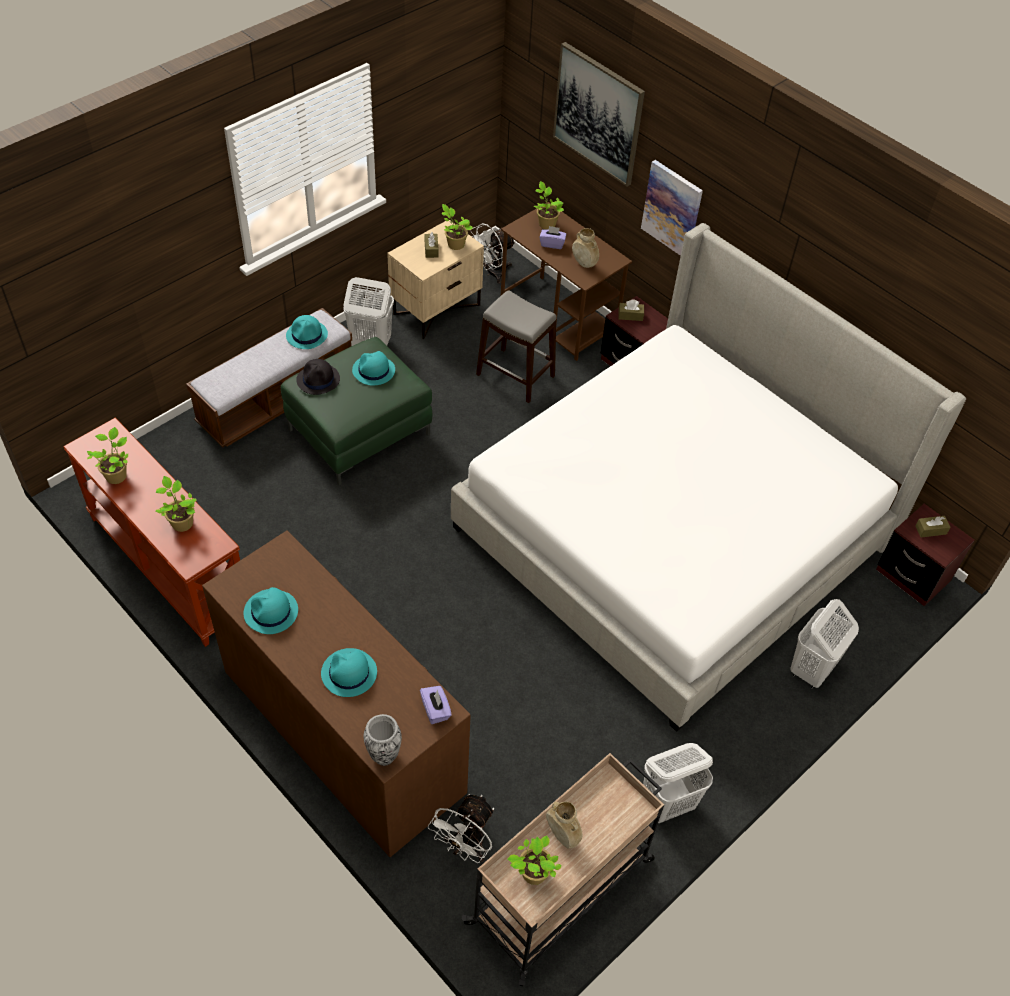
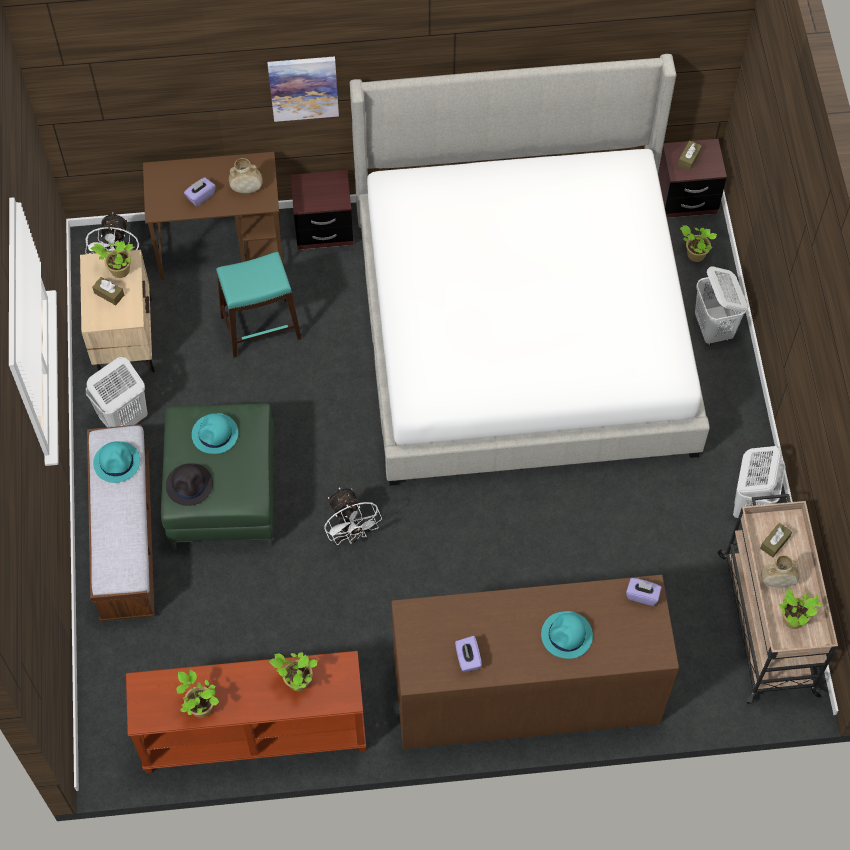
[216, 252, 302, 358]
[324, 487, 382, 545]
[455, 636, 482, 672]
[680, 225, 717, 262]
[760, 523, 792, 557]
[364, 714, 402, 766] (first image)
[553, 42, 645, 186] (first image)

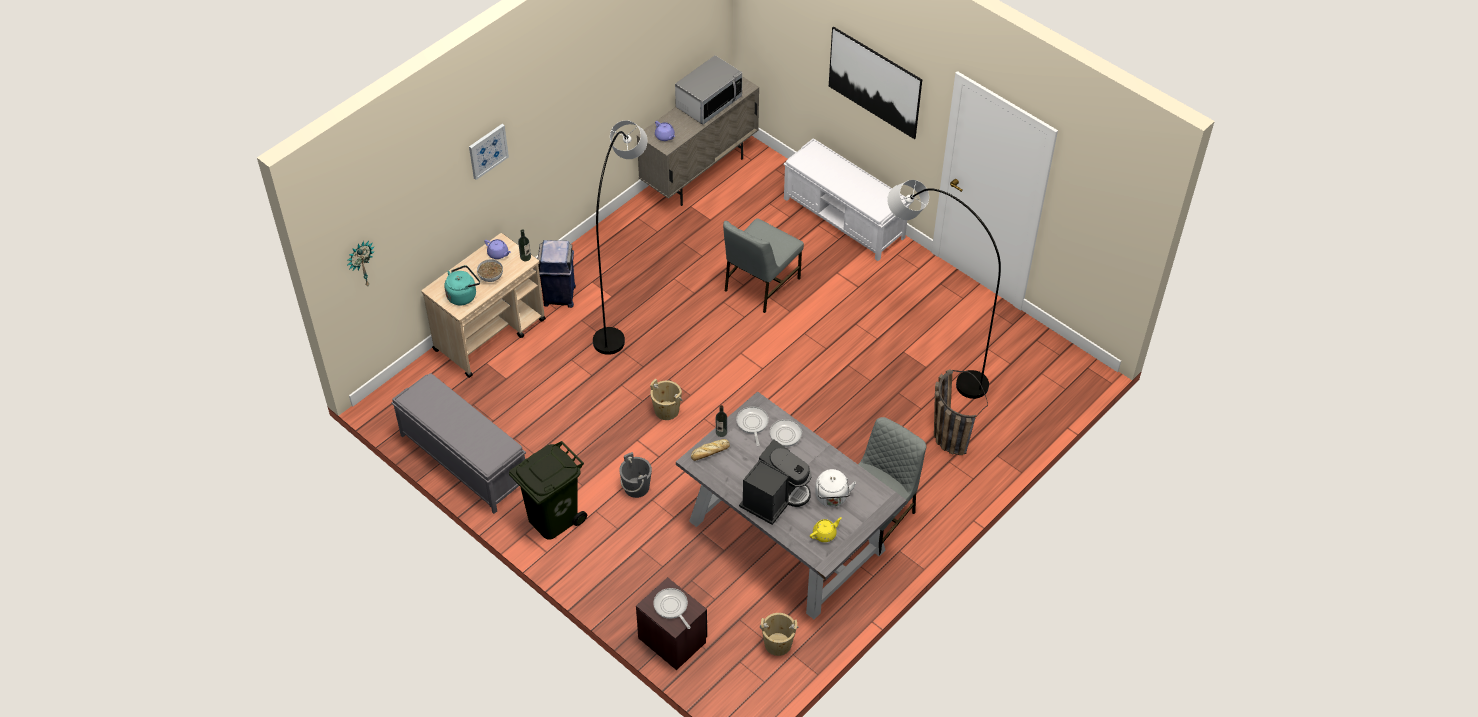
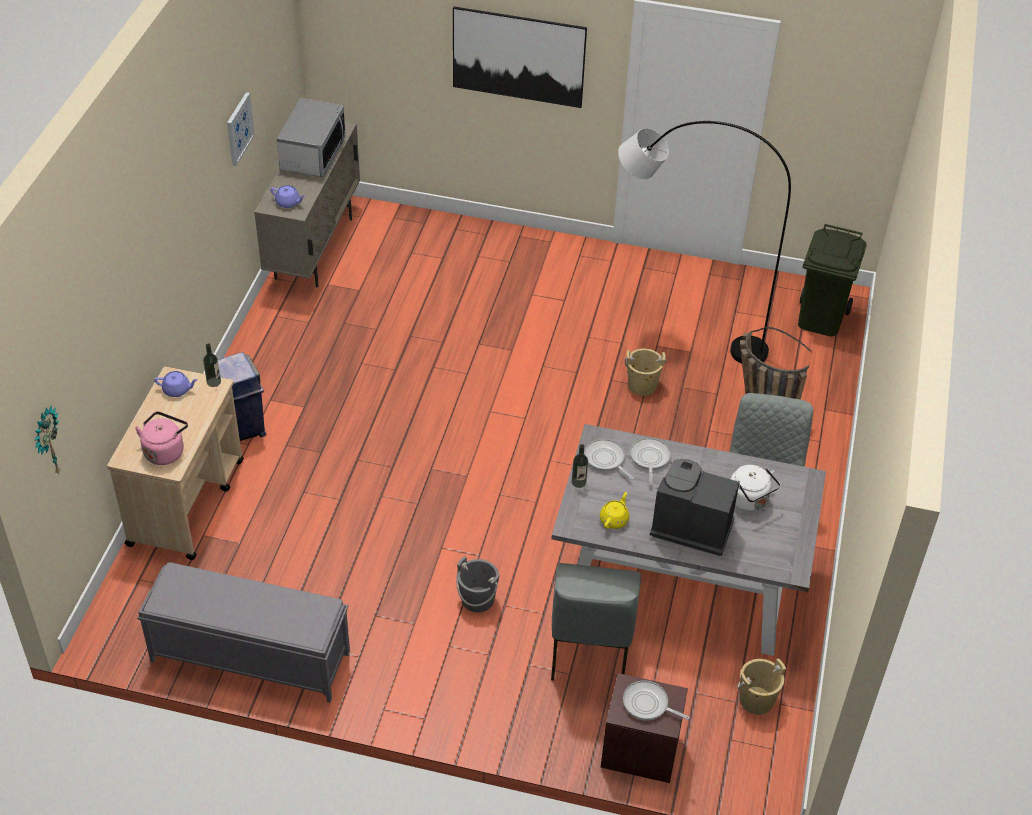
[135, 411, 188, 465]
[227, 92, 255, 166]
[551, 563, 641, 681]
[600, 492, 629, 529]
[625, 348, 666, 396]
[650, 459, 740, 556]
[798, 224, 867, 336]
[477, 259, 503, 282] (first image)
[593, 120, 647, 355] (first image)
[691, 439, 730, 461] (first image)
[784, 138, 911, 261] (first image)

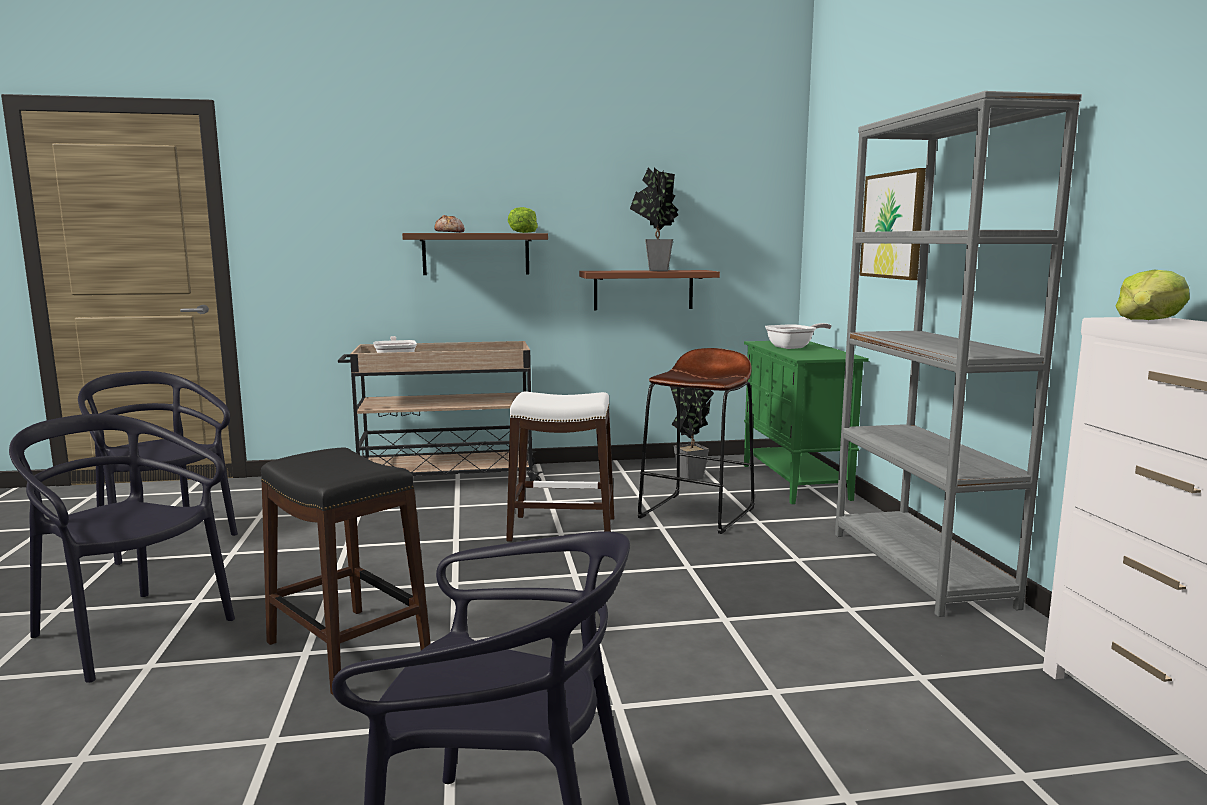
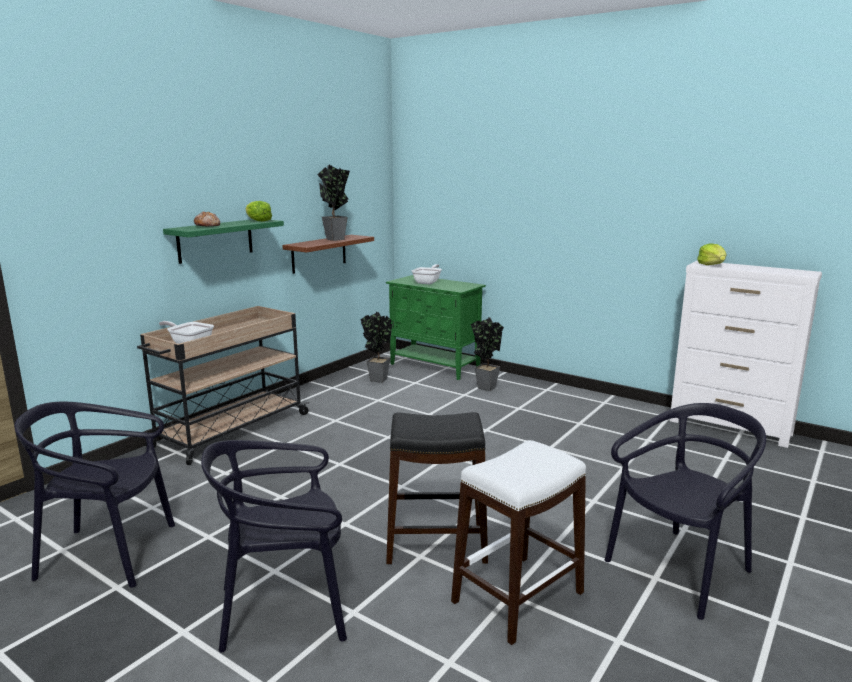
[163, 219, 284, 264]
[451, 440, 586, 645]
[471, 318, 504, 391]
[638, 348, 754, 534] (first image)
[835, 91, 1082, 617] (first image)
[859, 168, 926, 280] (first image)

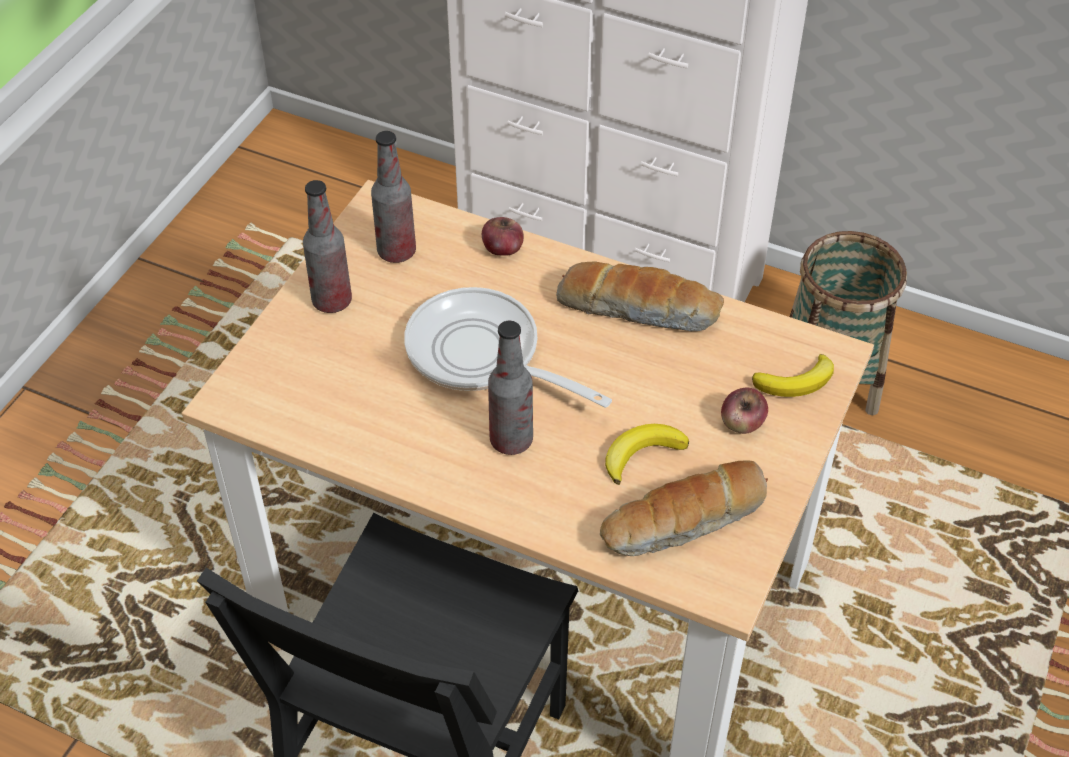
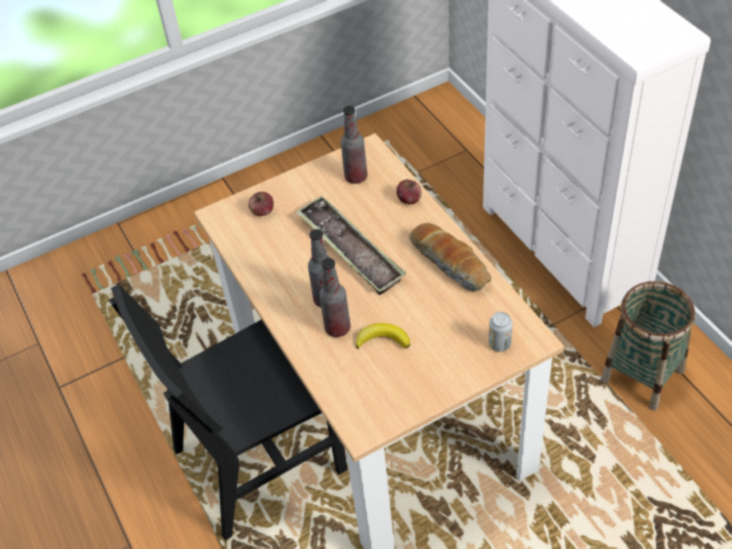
[248, 192, 274, 216]
[296, 195, 406, 295]
[319, 258, 351, 337]
[489, 312, 512, 352]
[600, 460, 768, 556] (first image)

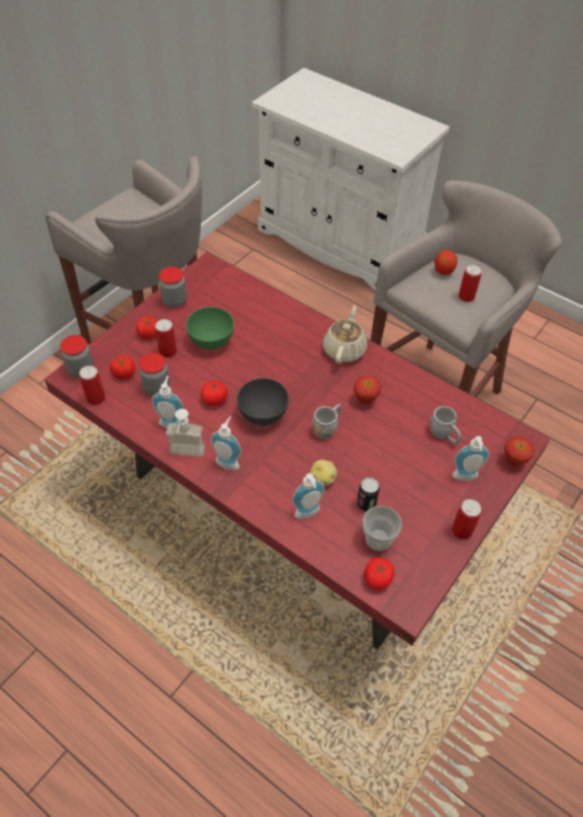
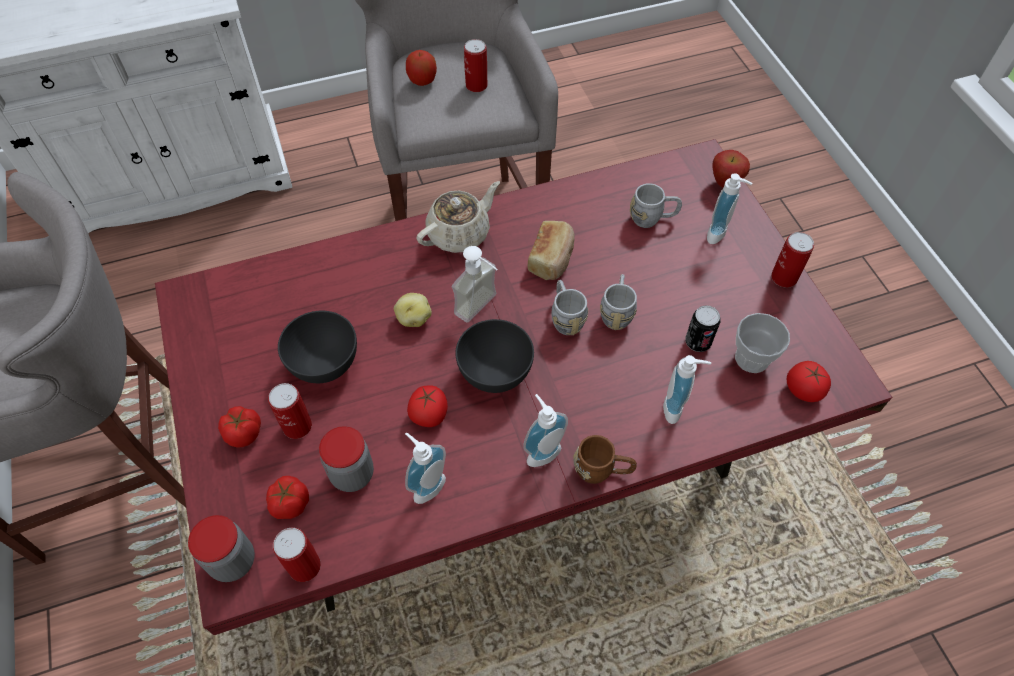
[278, 311, 357, 383]
[394, 293, 432, 327]
[416, 181, 500, 253]
[452, 246, 498, 323]
[528, 221, 575, 280]
[573, 435, 637, 484]
[600, 274, 637, 330]
[159, 267, 187, 308] (first image)

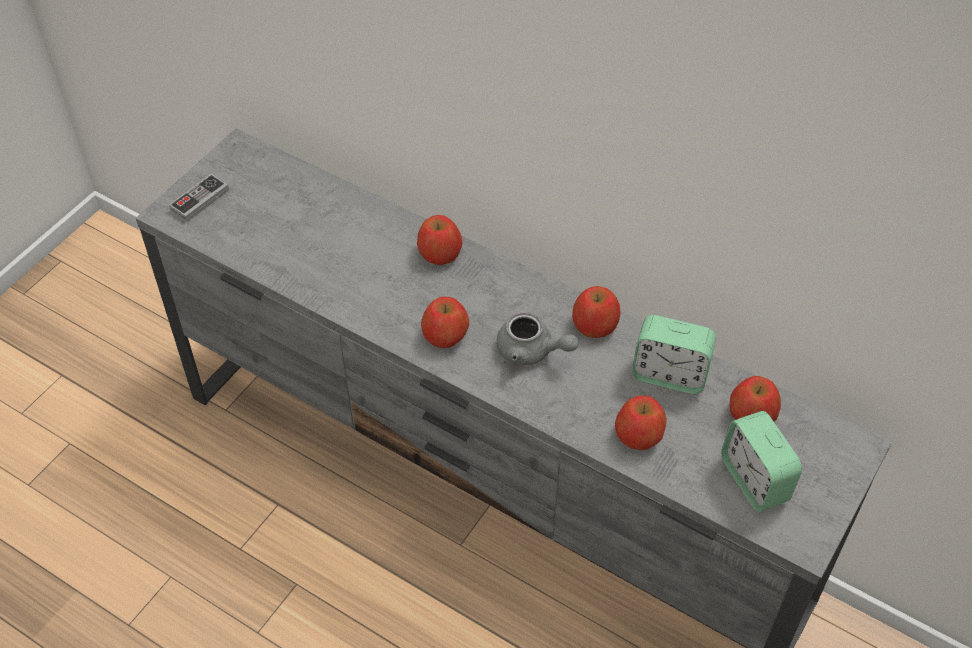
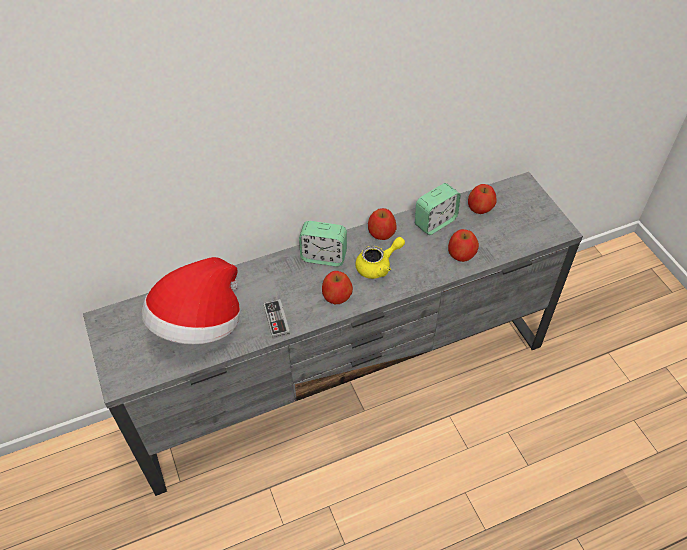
[142, 257, 240, 344]
[263, 299, 290, 339]
[299, 221, 347, 267]
[355, 237, 405, 279]
[417, 215, 462, 265] (first image)

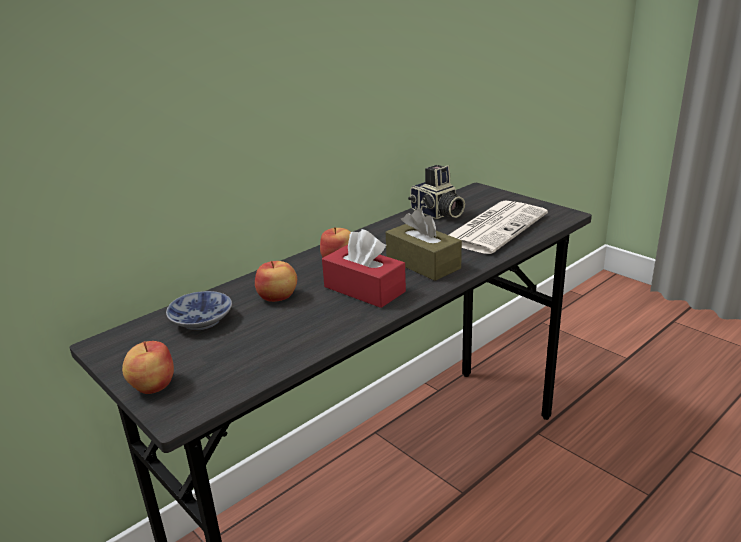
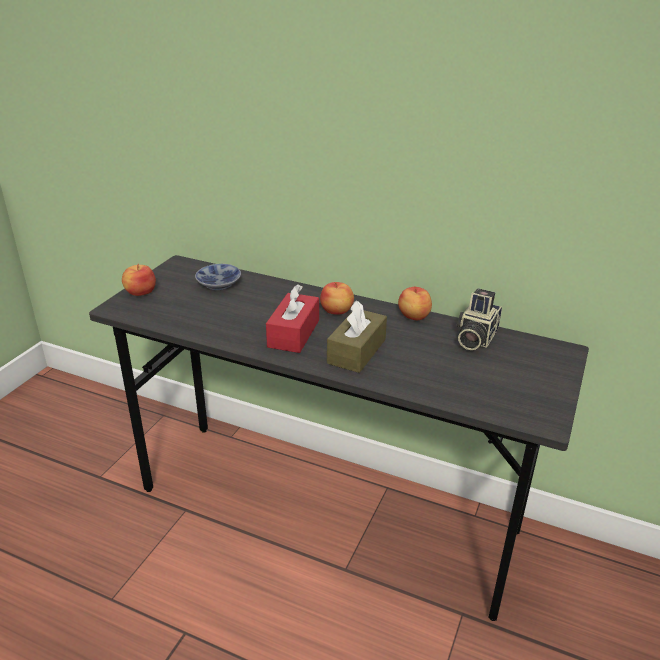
[398, 286, 432, 320]
[449, 200, 548, 254] (first image)

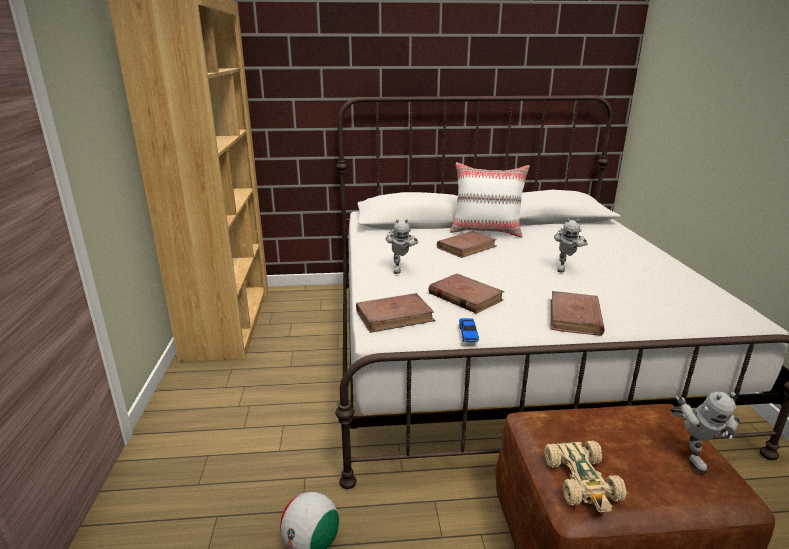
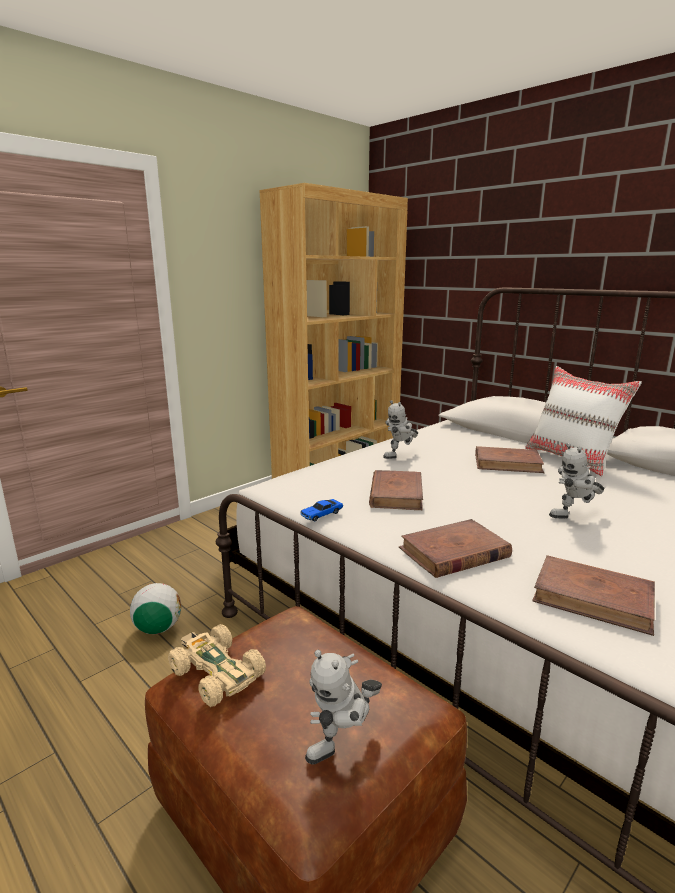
[168, 624, 266, 707]
[532, 555, 655, 636]

